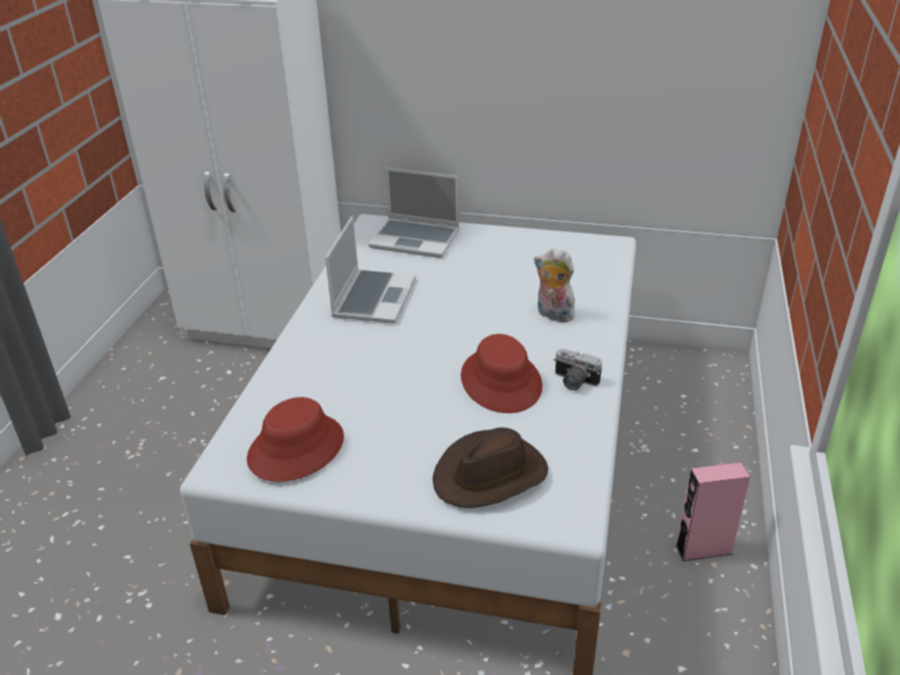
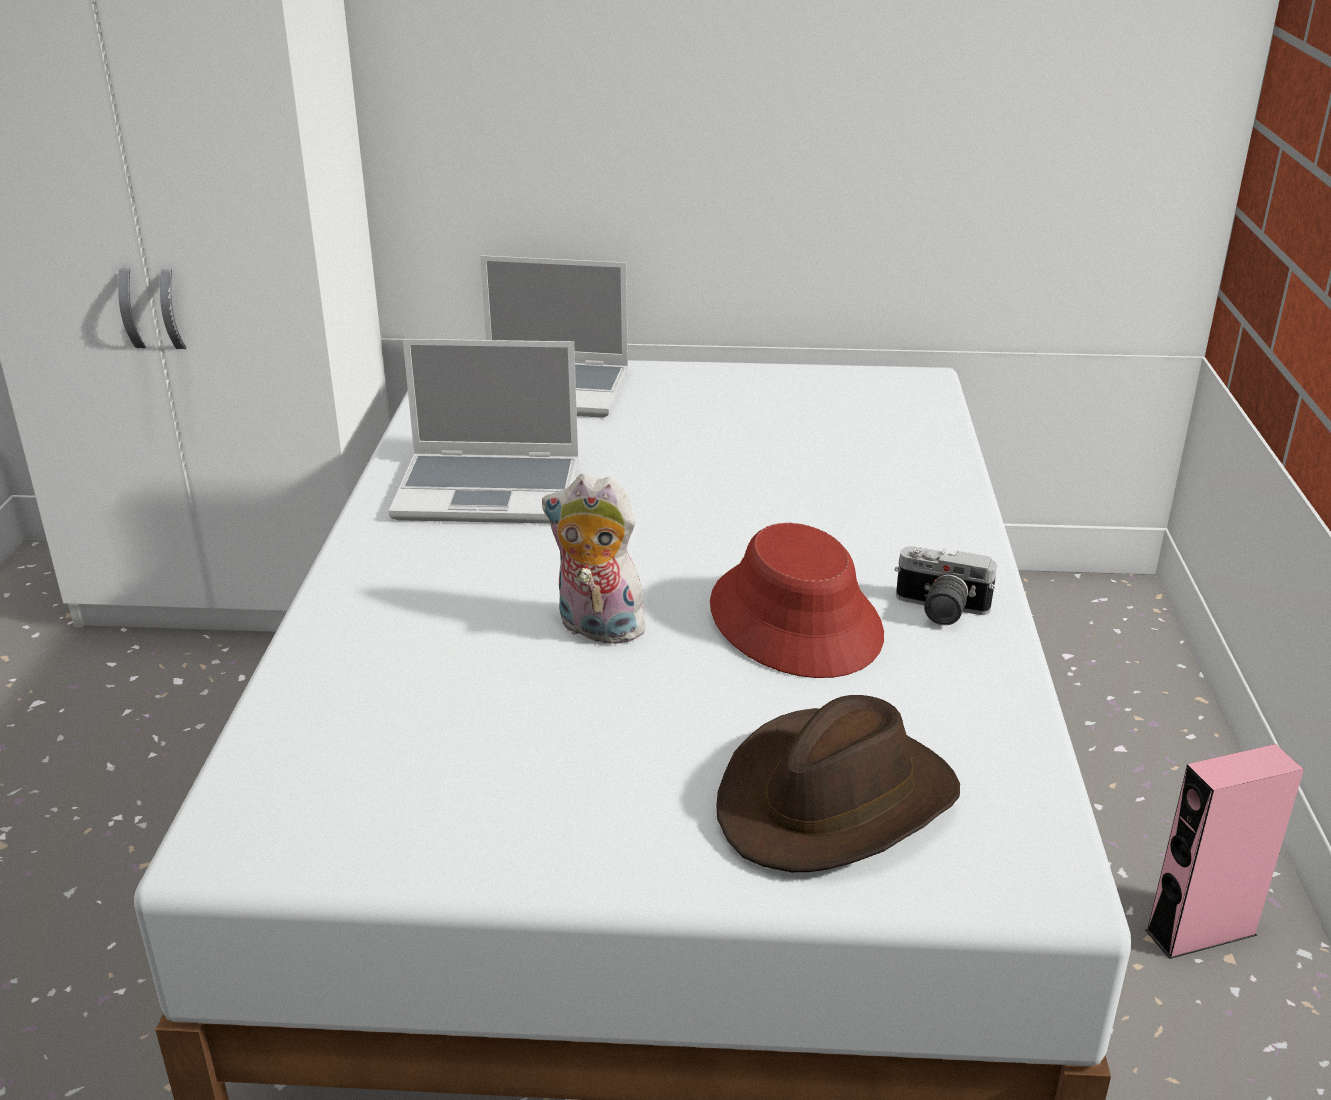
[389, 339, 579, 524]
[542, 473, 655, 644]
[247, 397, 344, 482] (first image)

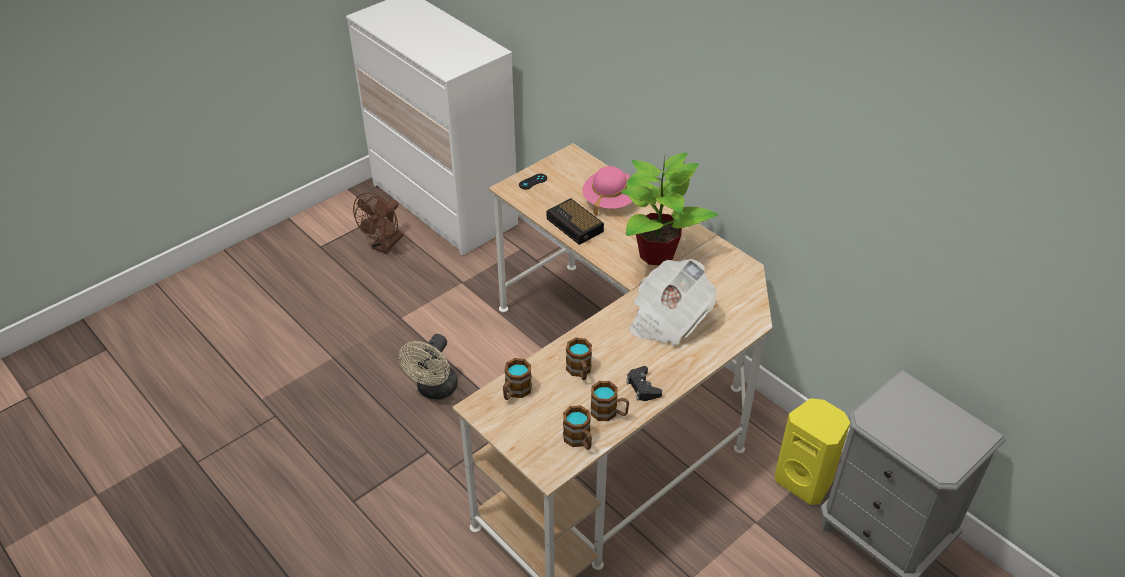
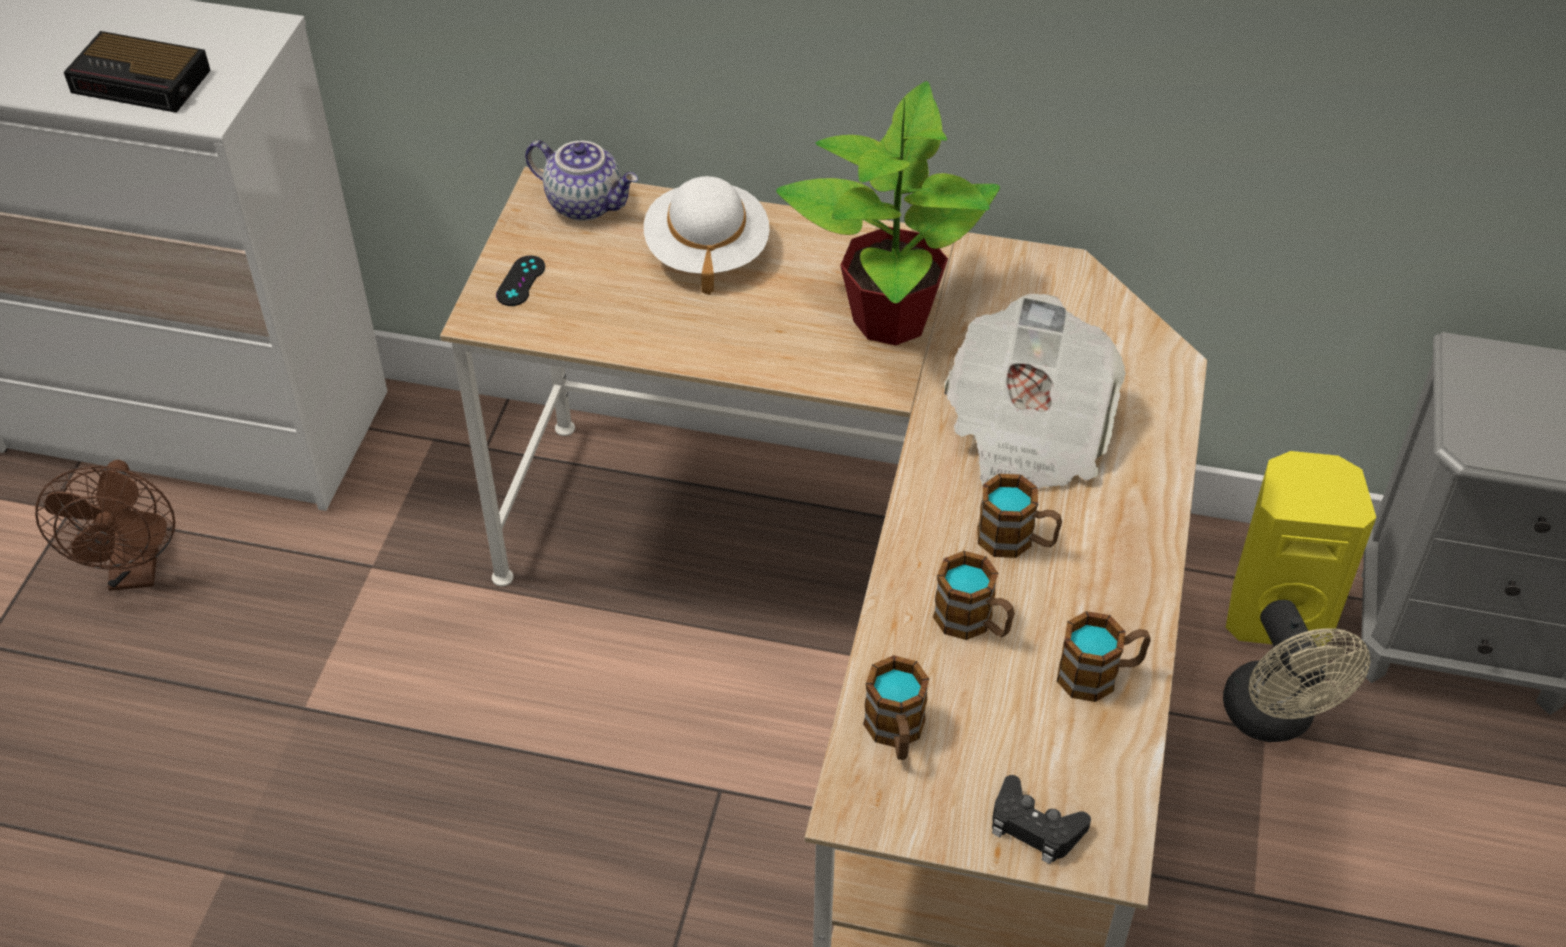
[64, 31, 211, 113]
[525, 140, 638, 221]
[644, 176, 770, 295]
[977, 474, 1062, 558]
[992, 775, 1091, 864]
[1223, 600, 1370, 742]

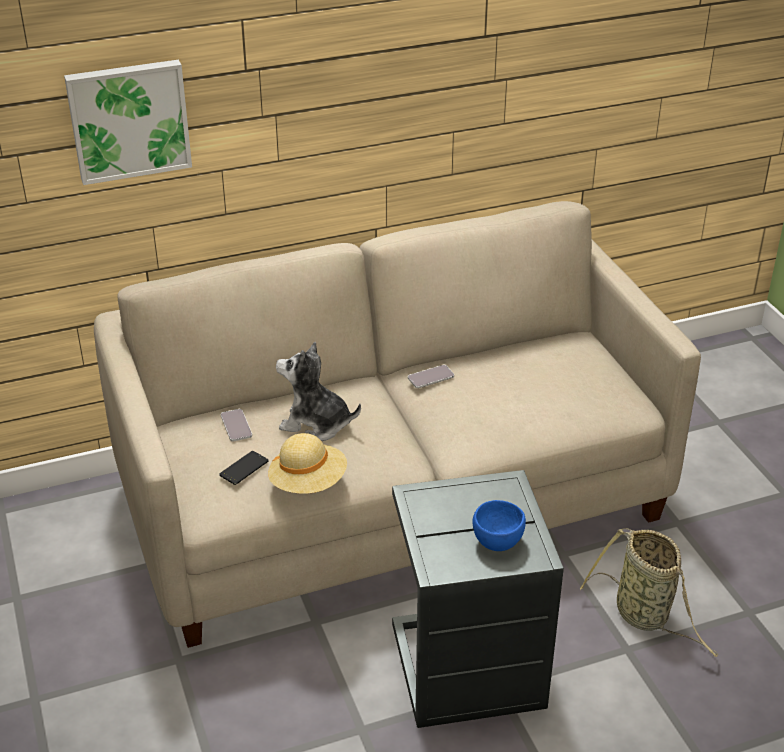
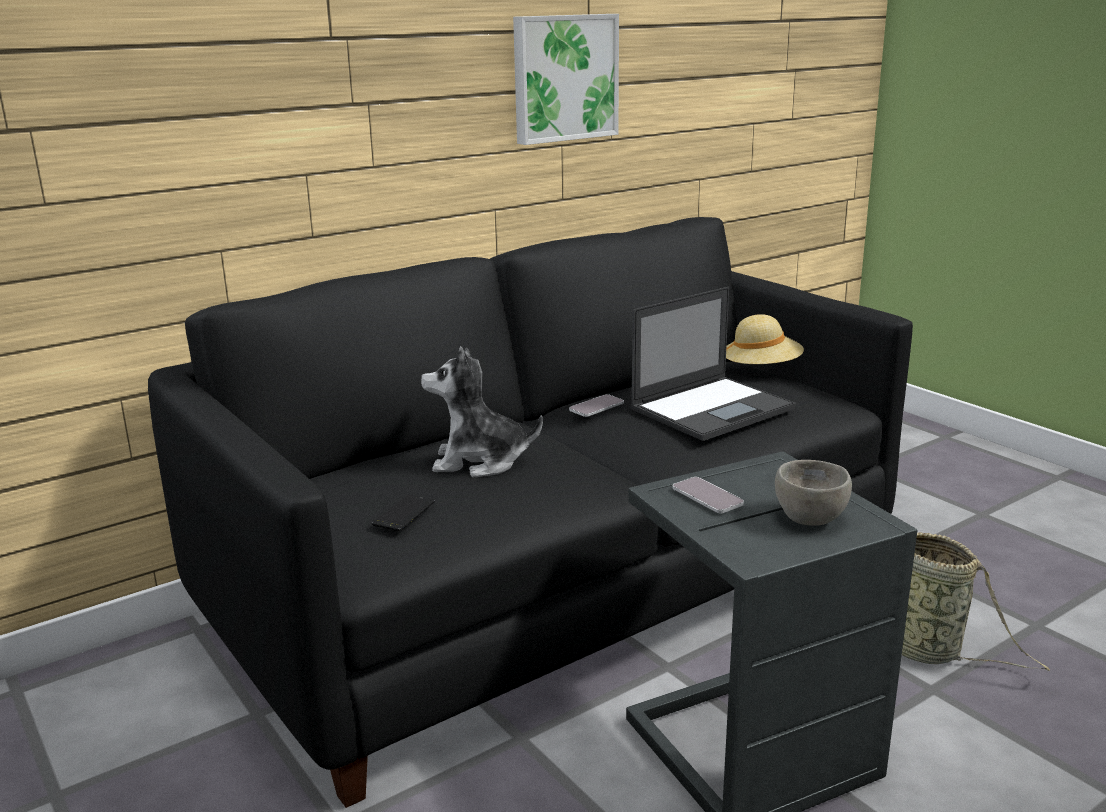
[148, 217, 913, 808]
[513, 14, 619, 145]
[630, 287, 796, 441]
[673, 477, 744, 513]
[726, 314, 804, 364]
[775, 460, 852, 526]

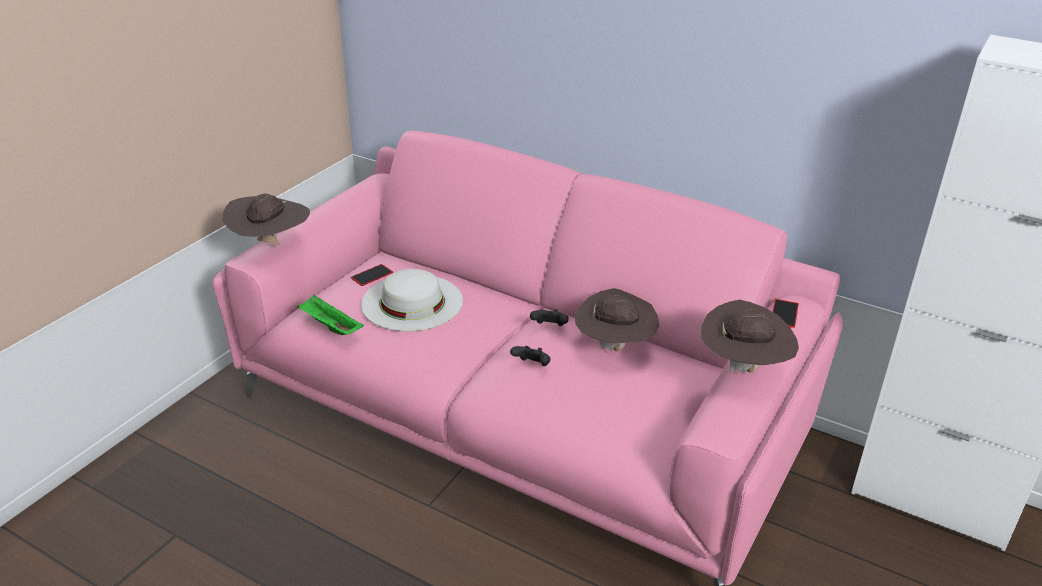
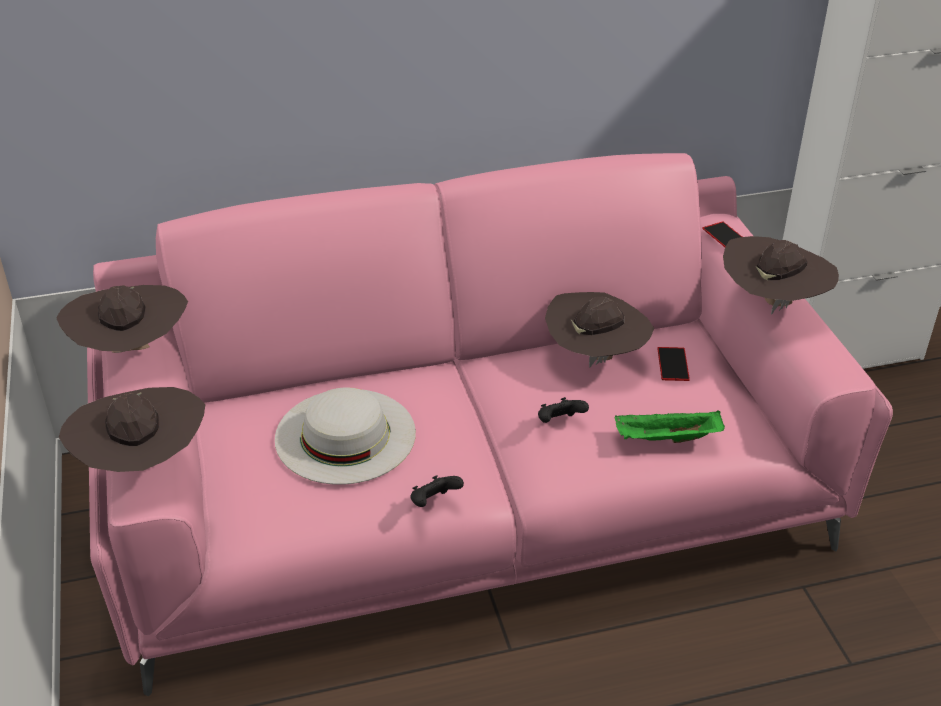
[57, 285, 188, 353]
[410, 475, 464, 507]
[615, 410, 725, 443]
[657, 347, 690, 381]

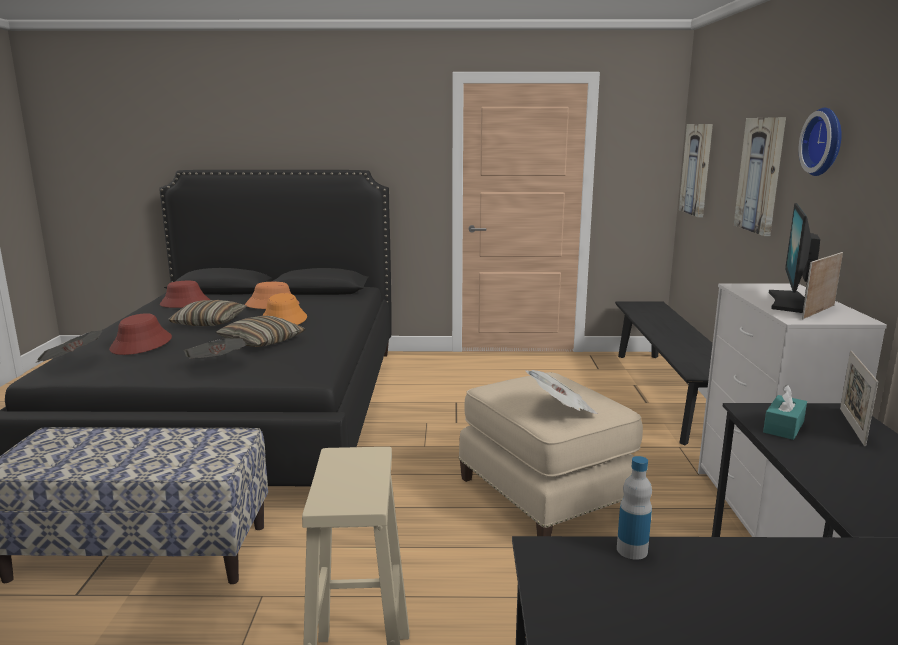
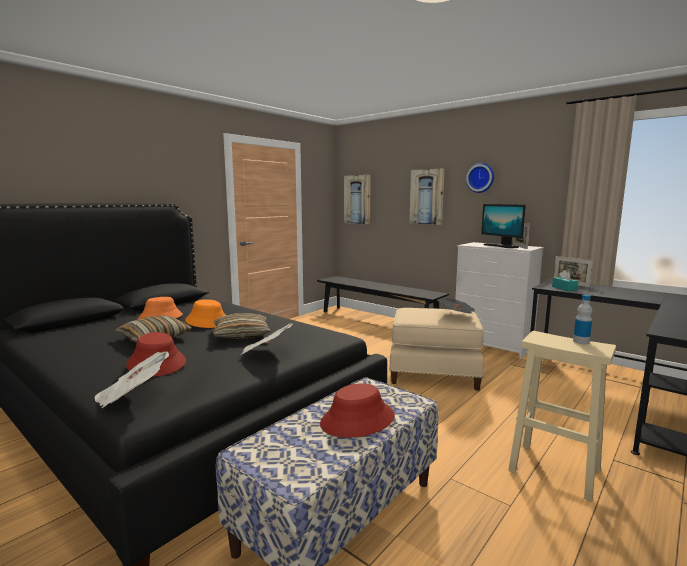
[320, 383, 395, 438]
[573, 295, 592, 344]

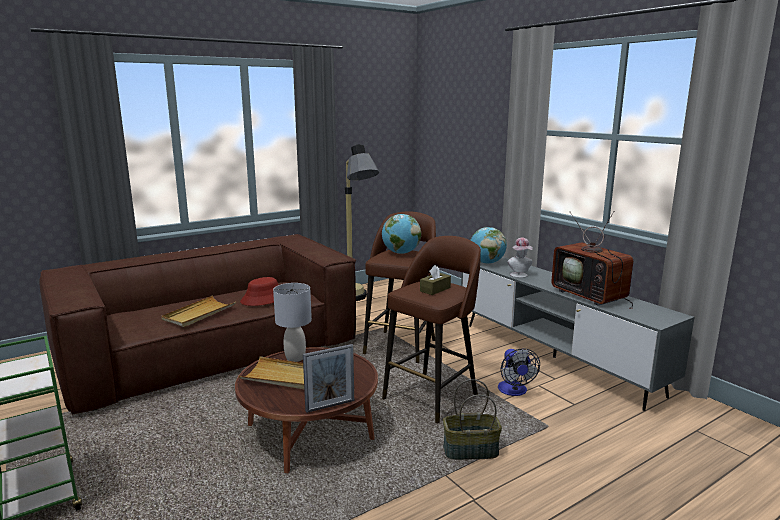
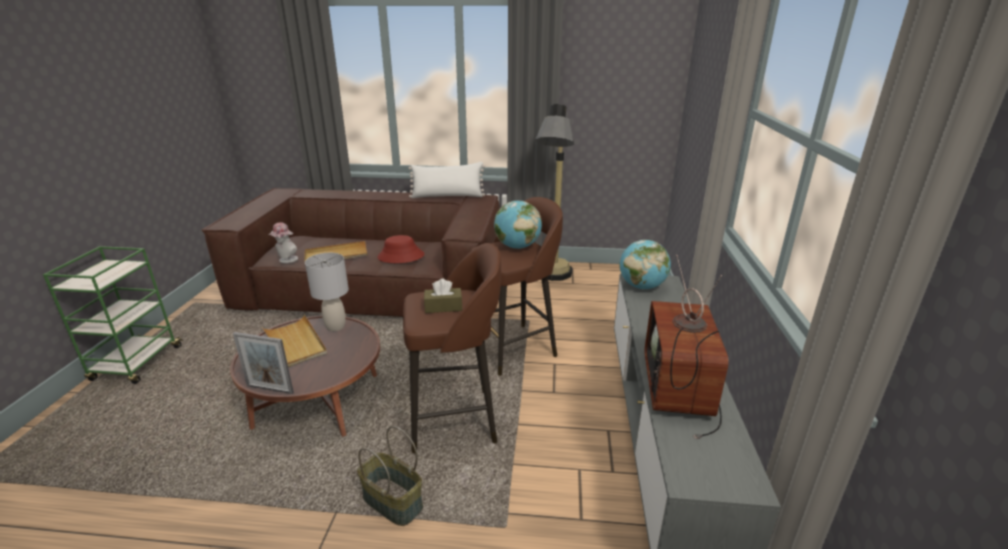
[269, 222, 298, 263]
[408, 162, 485, 198]
[498, 349, 540, 396] (first image)

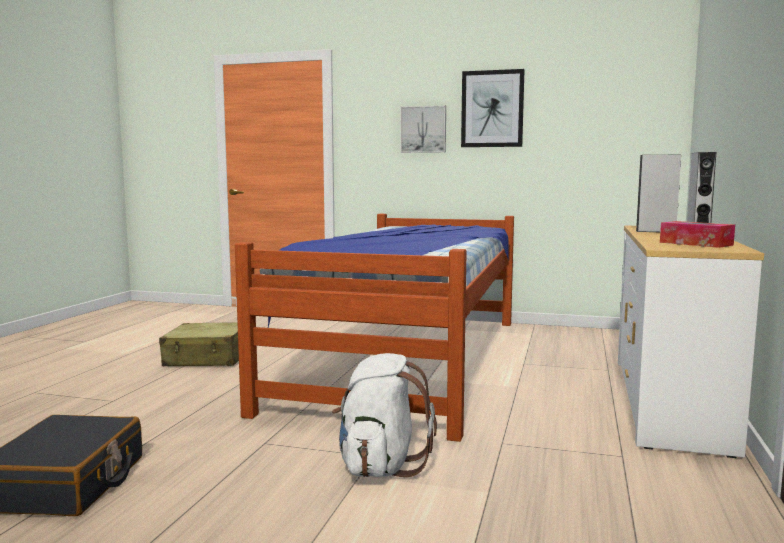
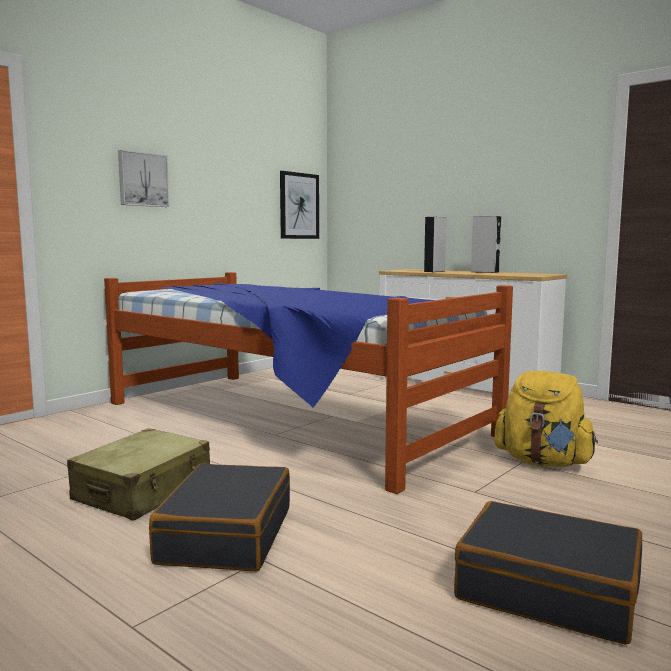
[149, 464, 290, 571]
[280, 171, 319, 239]
[494, 371, 598, 467]
[660, 221, 735, 248] (first image)

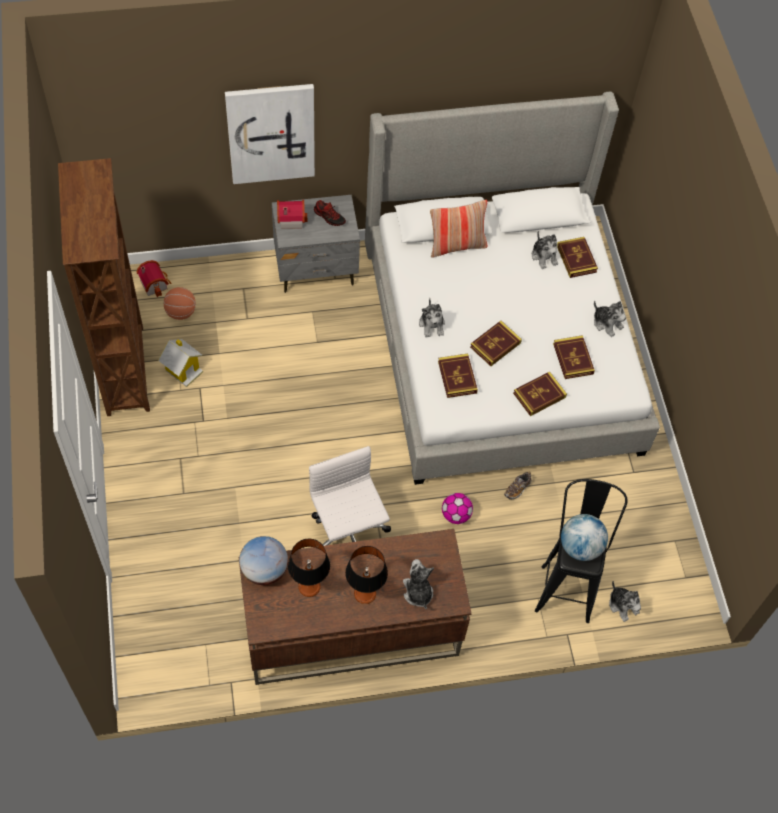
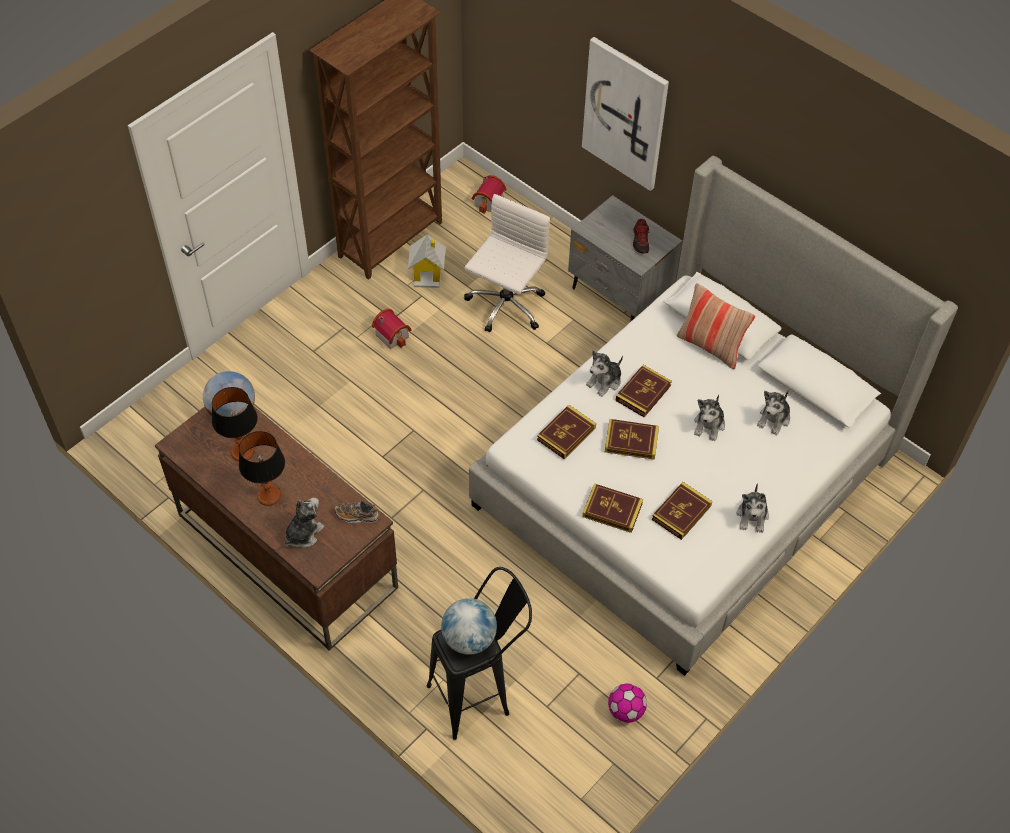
[334, 500, 379, 523]
[372, 309, 412, 349]
[464, 194, 550, 332]
[608, 684, 647, 723]
[615, 365, 672, 417]
[694, 395, 725, 441]
[164, 287, 196, 320] (first image)

